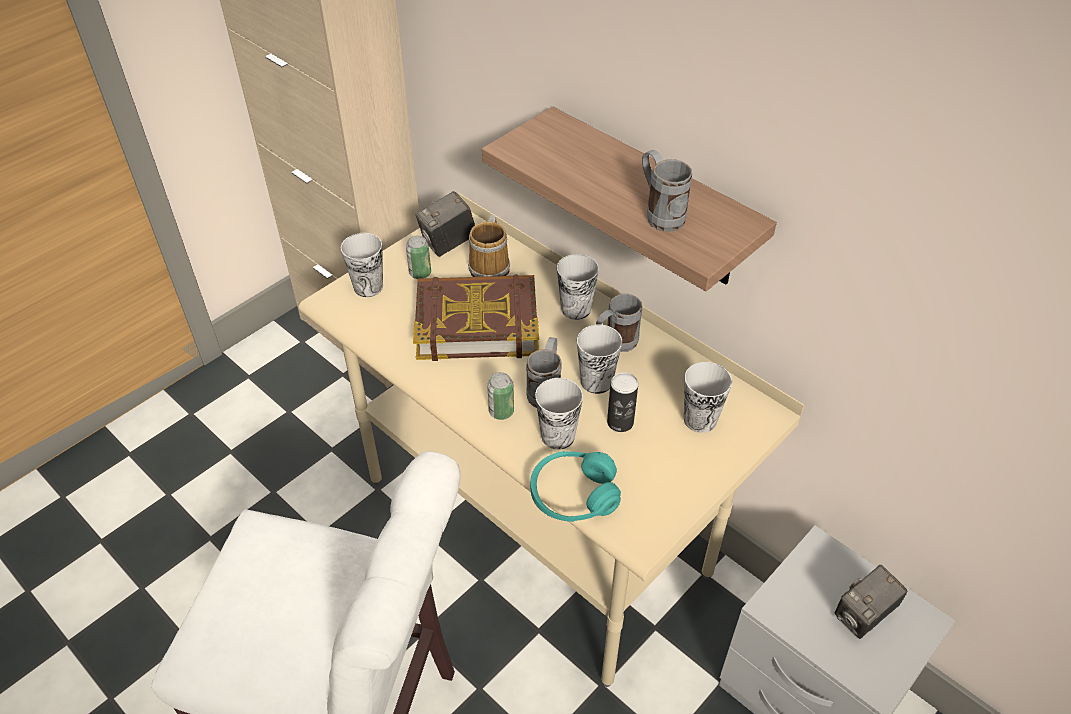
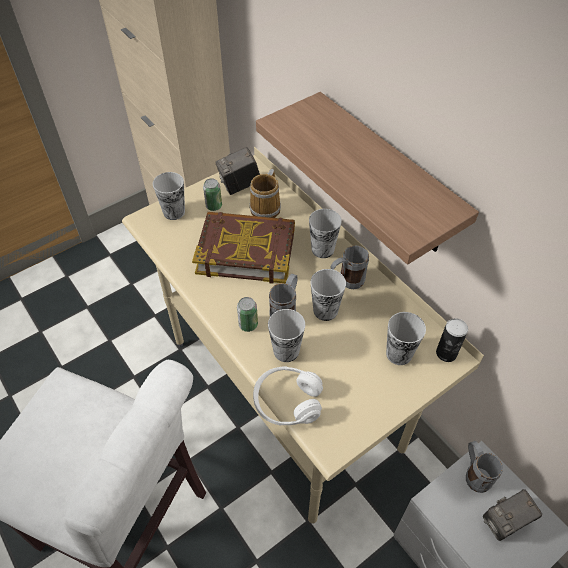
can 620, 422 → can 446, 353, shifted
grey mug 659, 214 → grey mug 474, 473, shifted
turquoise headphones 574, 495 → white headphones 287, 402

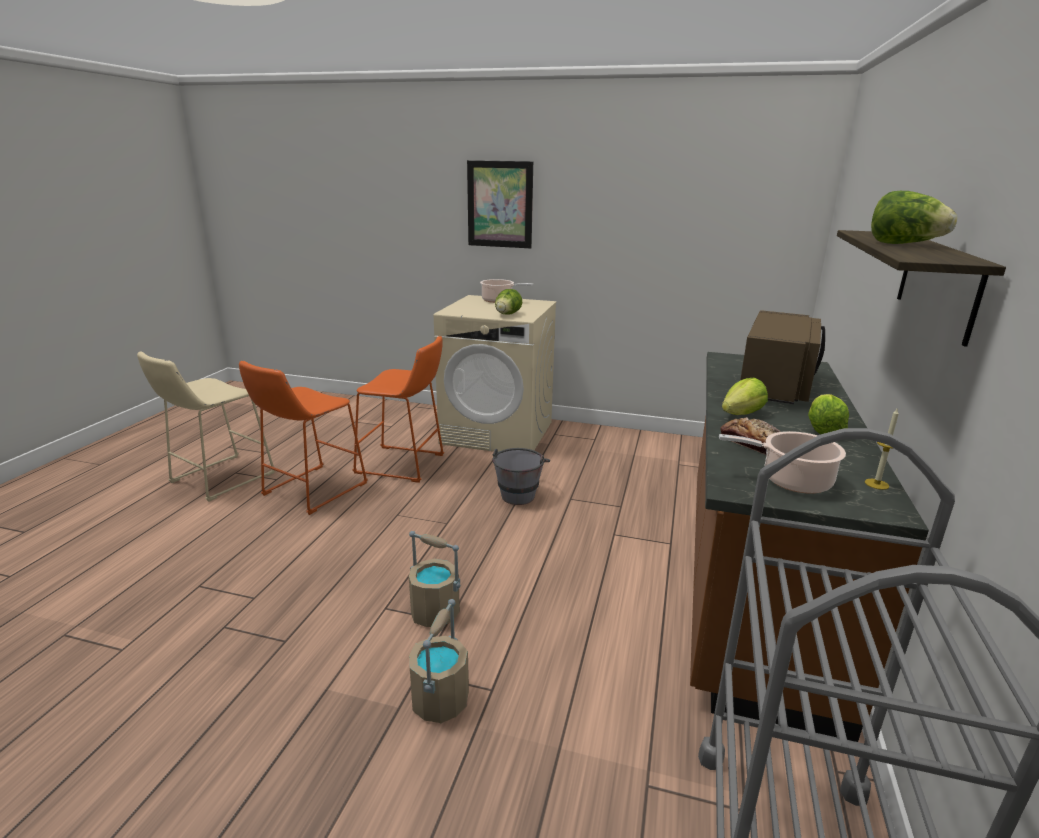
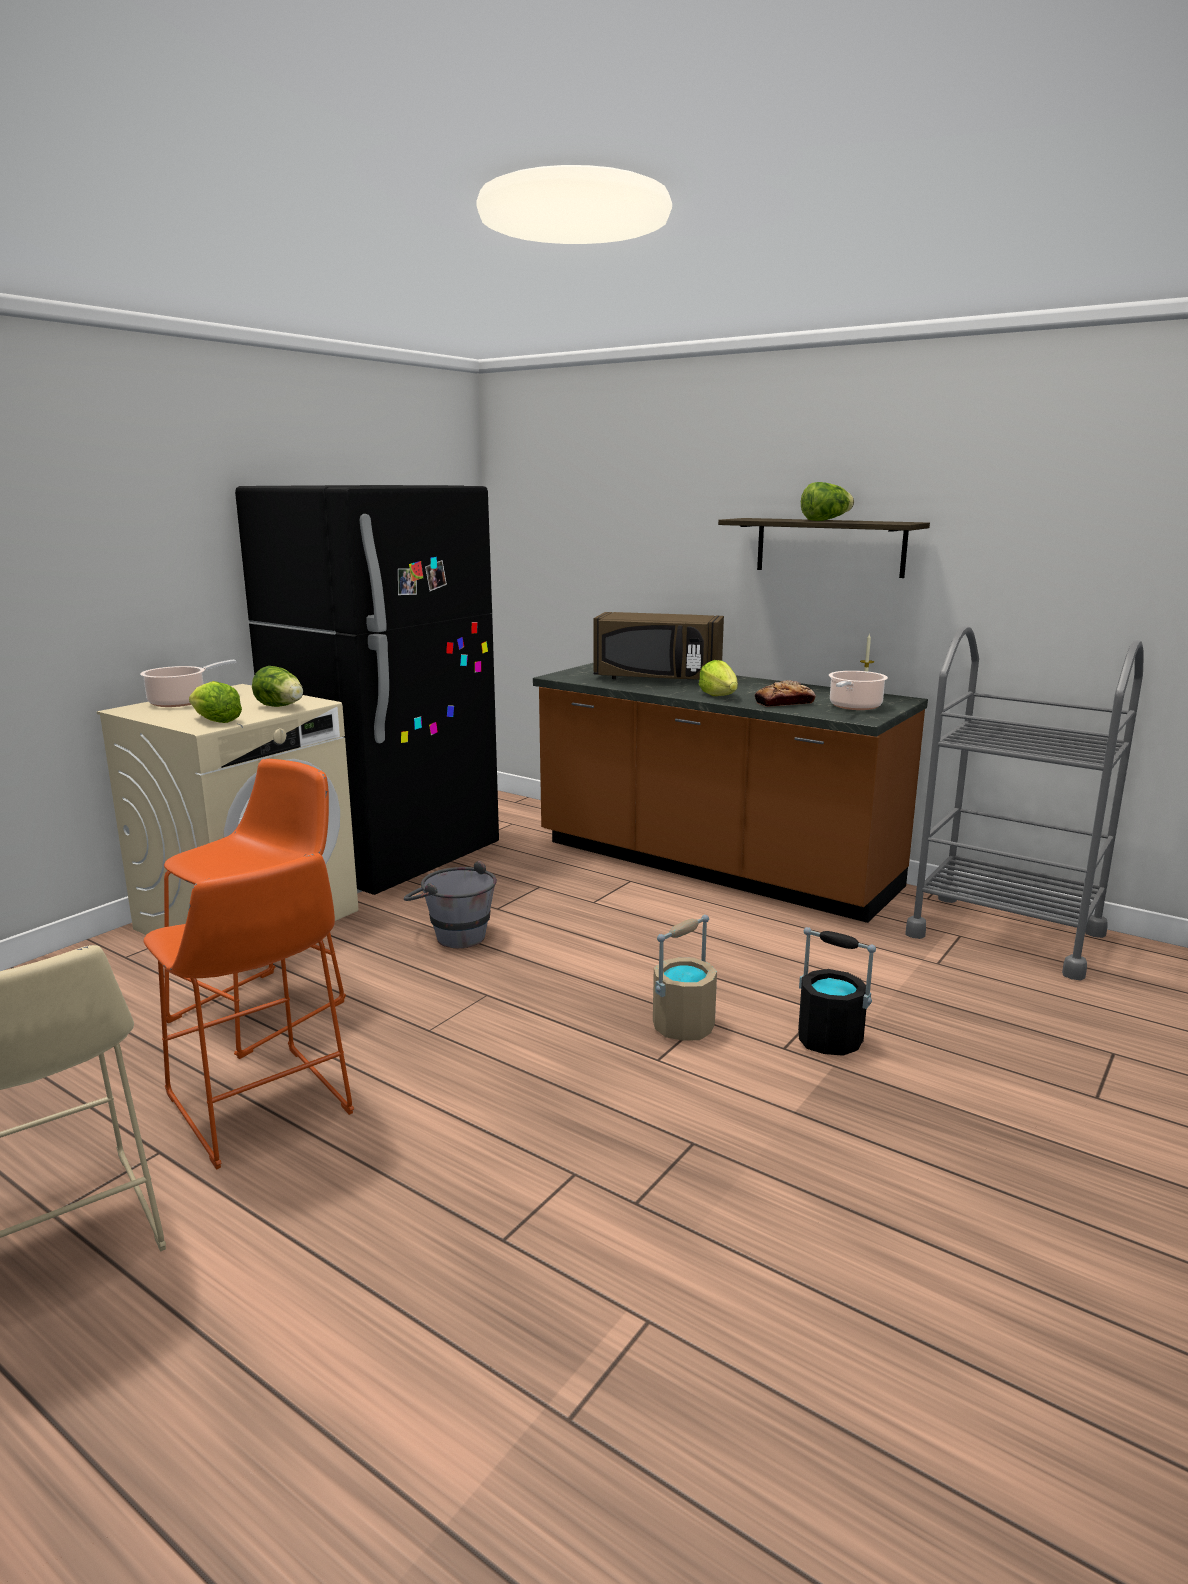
picture 500, 204 → -
- → black fridge 391, 859
lettuce 823, 430 → lettuce 215, 721, shifted
beige bucket 440, 701 → black bucket 830, 1040
brown microwave 776, 386 → brown microwave 657, 678, 150 degrees clockwise

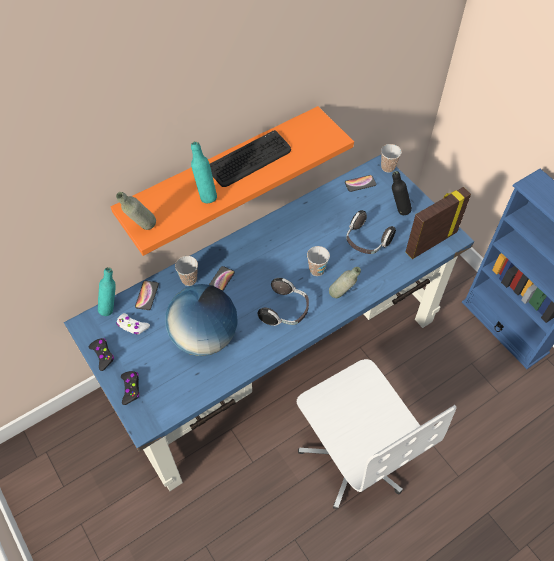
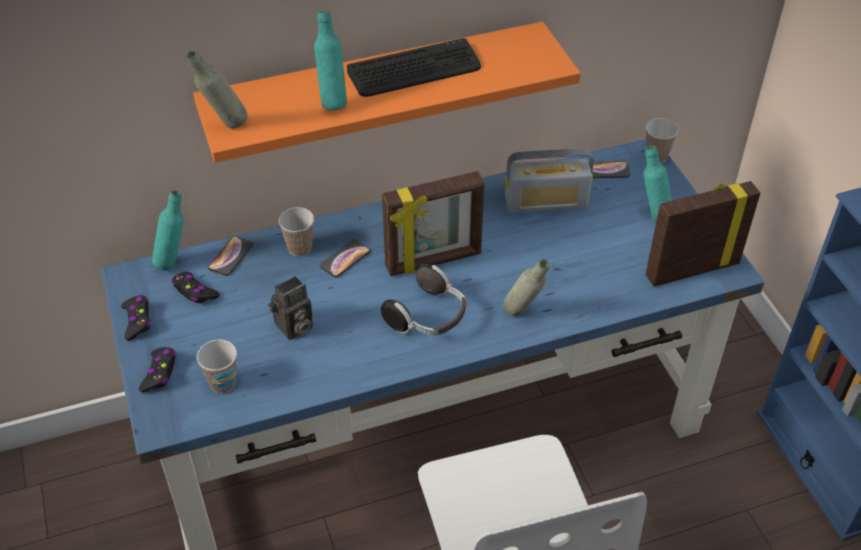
headphones 366, 241 → -
- → picture frame 433, 261
- → radio 546, 202
cup 317, 270 → cup 223, 383, shifted
globe 204, 337 → photo camera 293, 328
white game controller 132, 326 → black game controller 194, 292
black bottle 398, 210 → turquoise bottle 653, 216

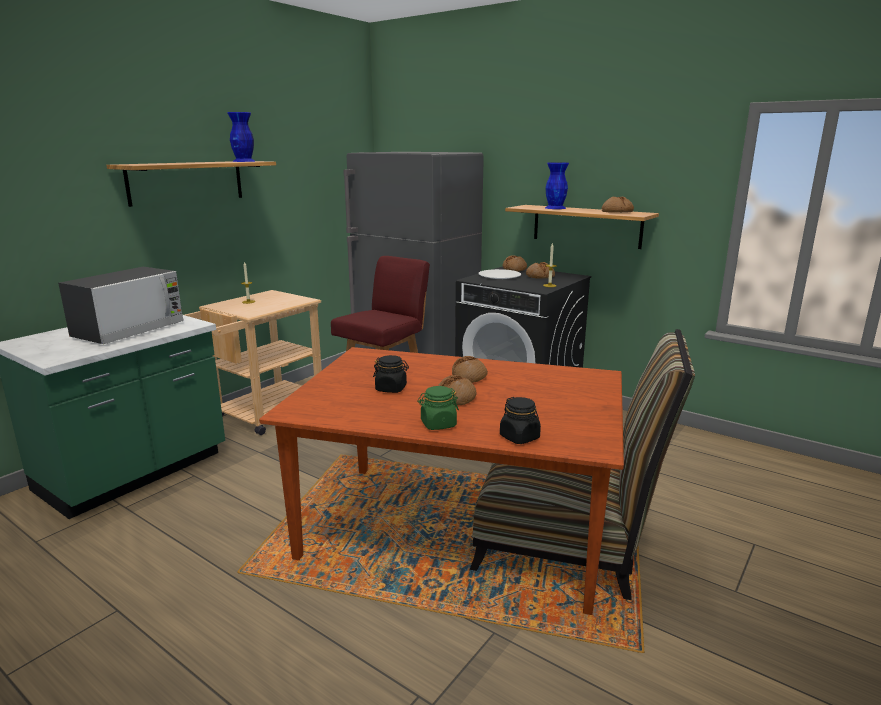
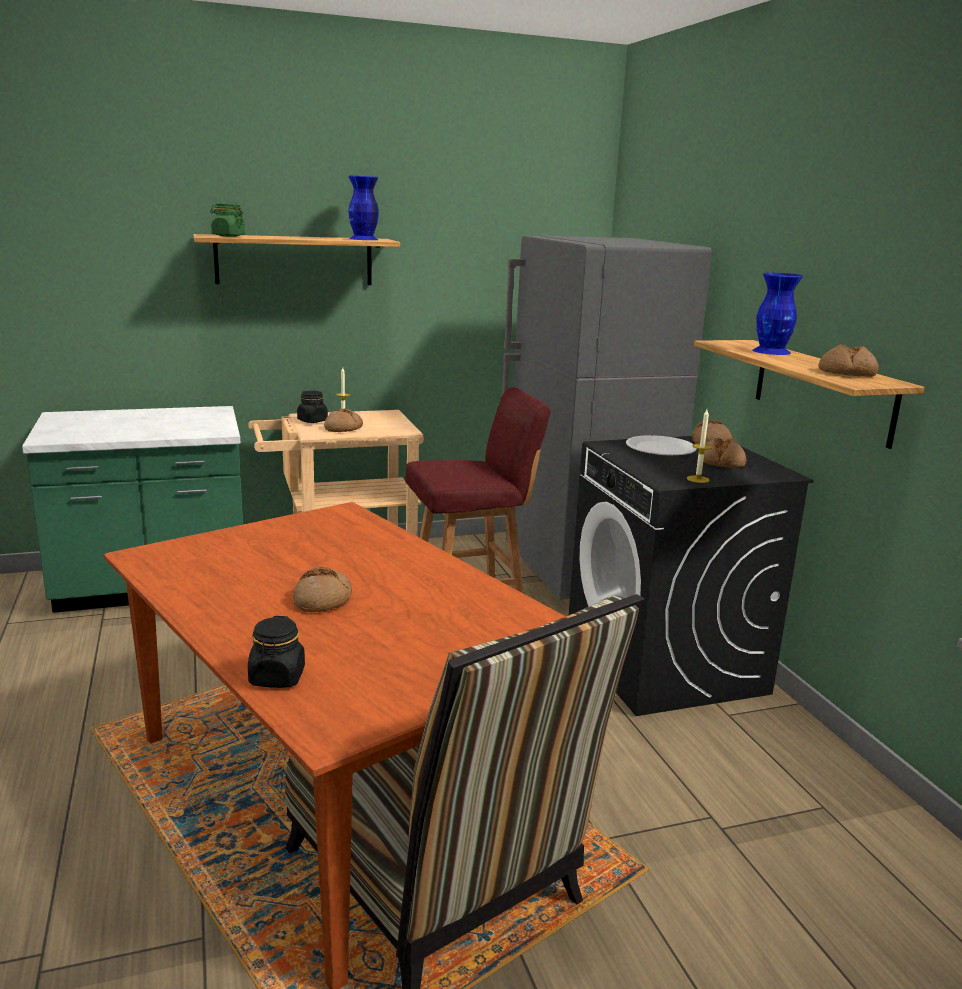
microwave 130, 330 → -
black jar 391, 388 → black jar 312, 421, shifted
green jar 438, 424 → green jar 228, 236, shifted
bread 469, 377 → bread 343, 429, shifted

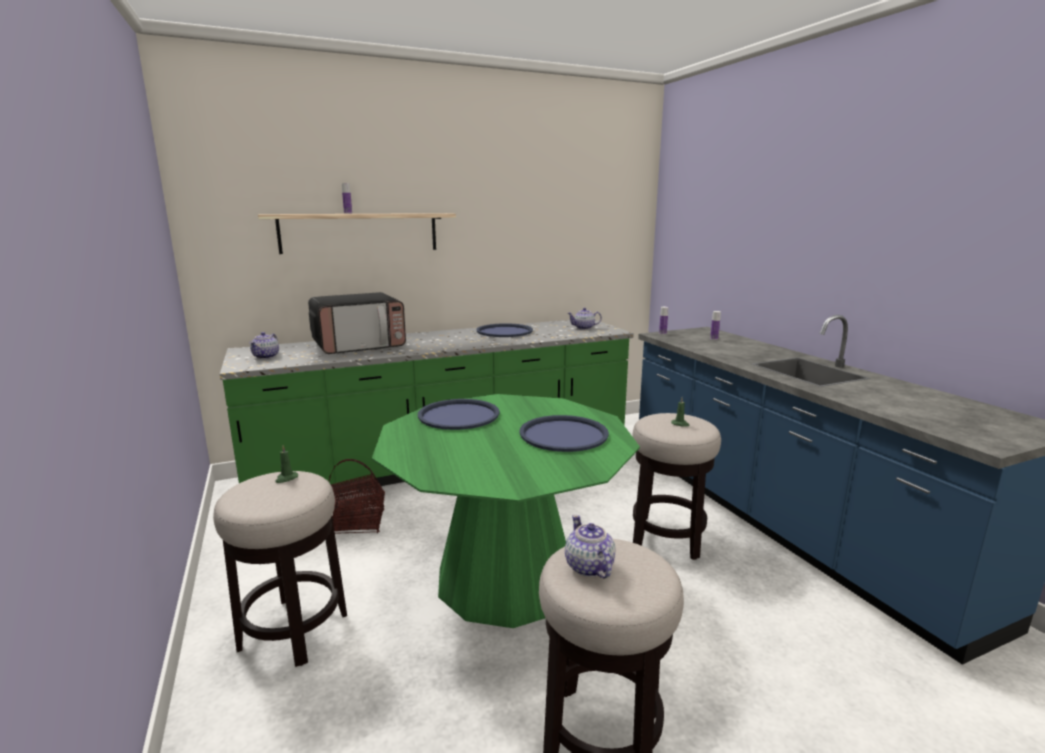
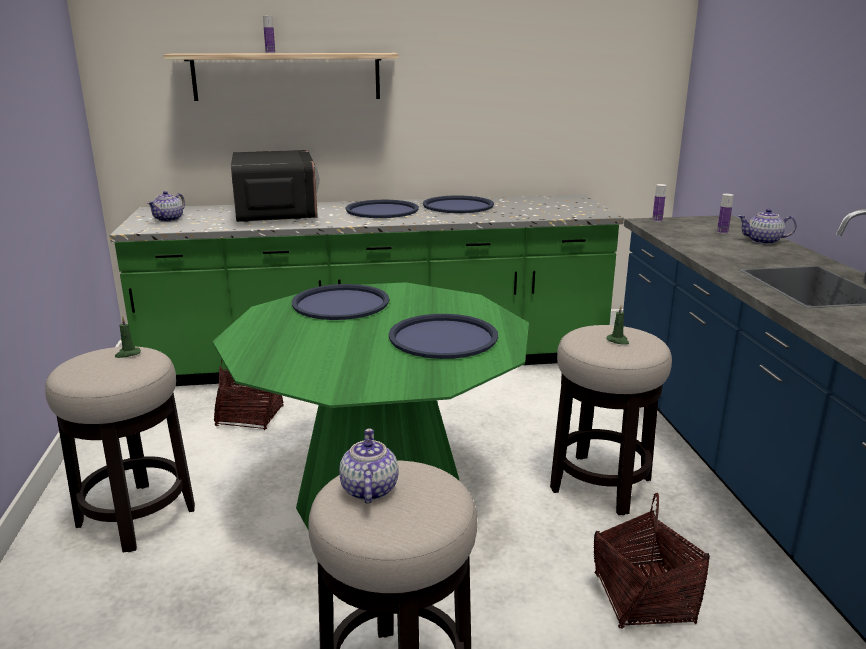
- → blue tray 382, 210
- → basket 643, 599
teapot 584, 328 → teapot 764, 241, shifted
microwave 359, 345 → microwave 276, 213, 90 degrees counterclockwise

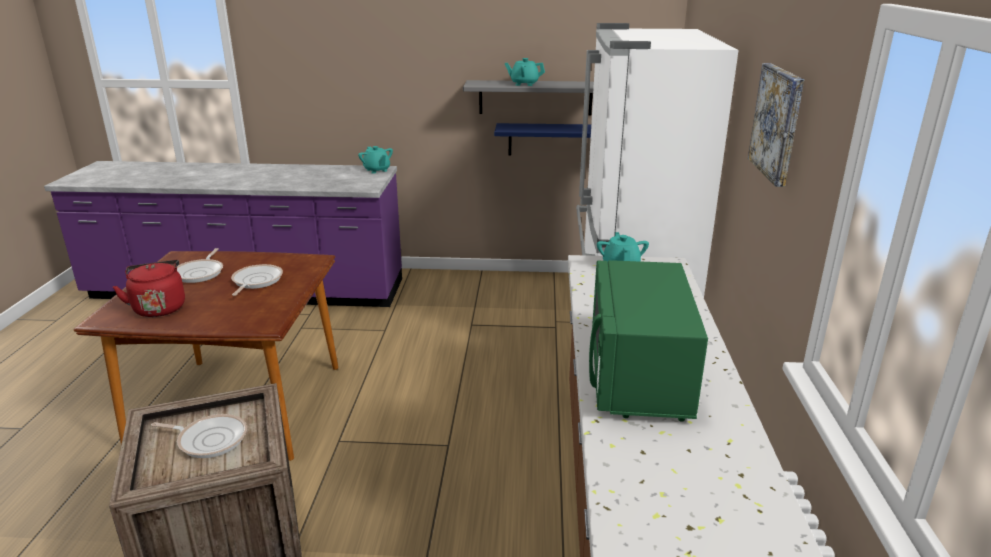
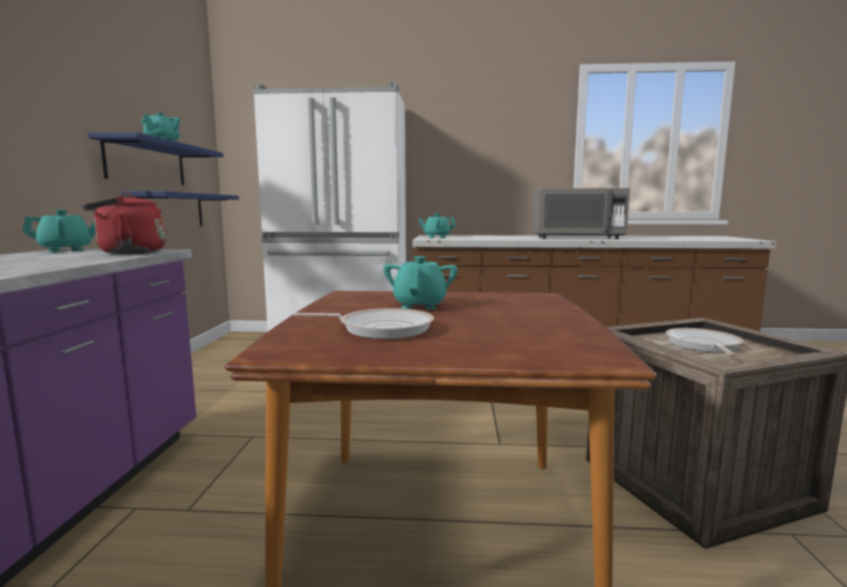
picture 778, 122 → -
red kettle 159, 307 → red kettle 127, 252, shifted
frying pan 256, 281 → turquoise teapot 420, 305
grey shelf 535, 97 → blue shelf 146, 163
green microwave 638, 376 → grey microwave 576, 238

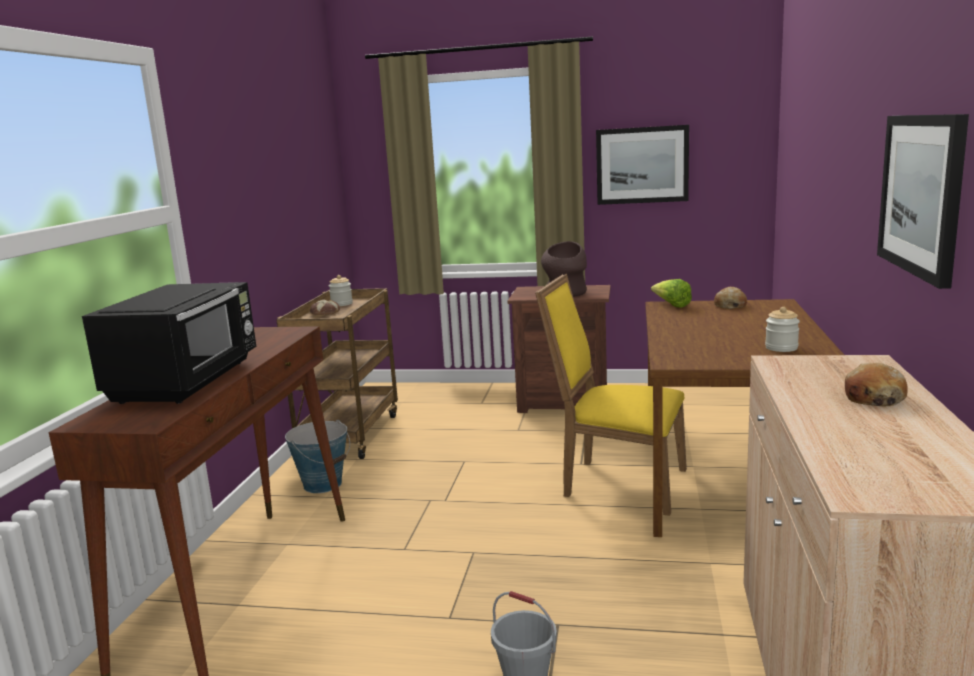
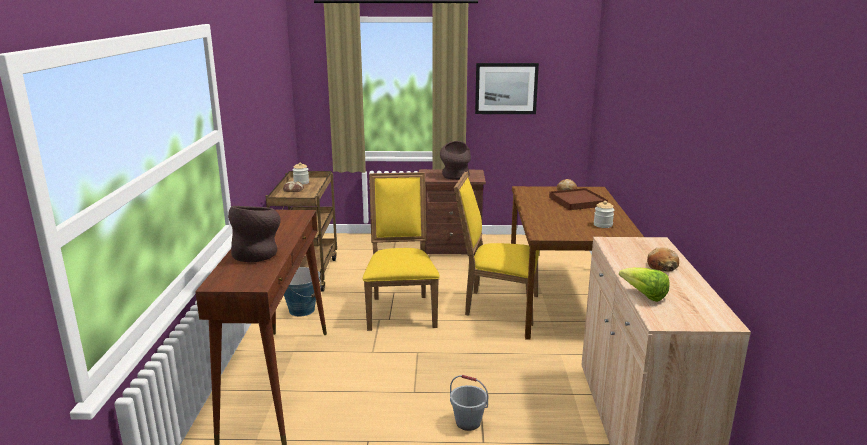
picture 922, 194 → -
- → yellow chair 401, 310
- → brown tray 577, 202
lettuce 671, 305 → lettuce 644, 295, shifted
black microwave 188, 381 → brown vase 257, 253

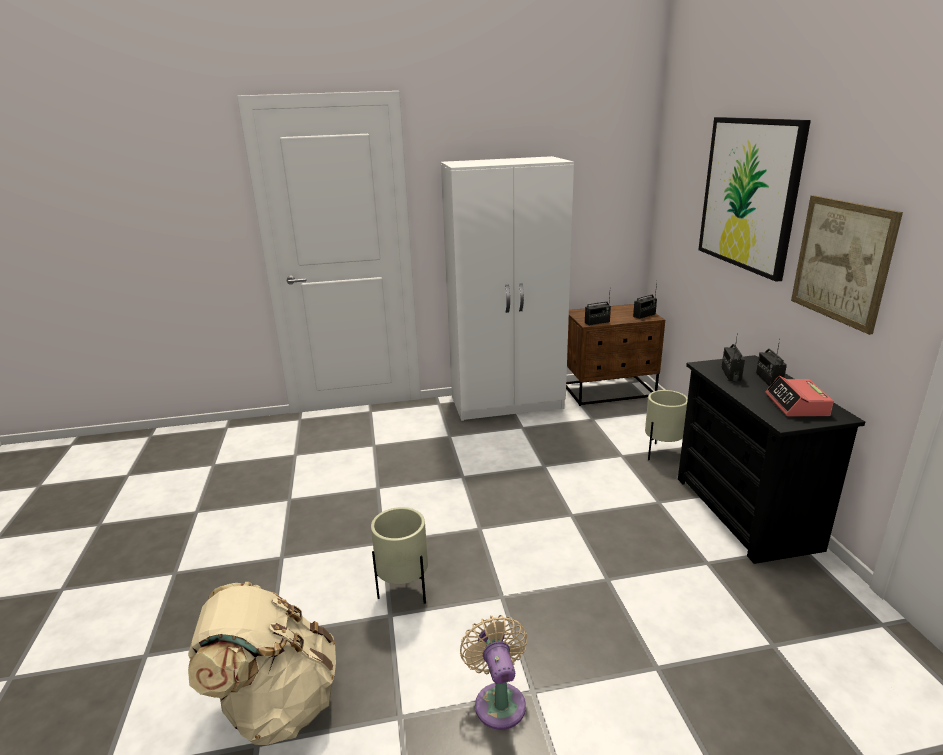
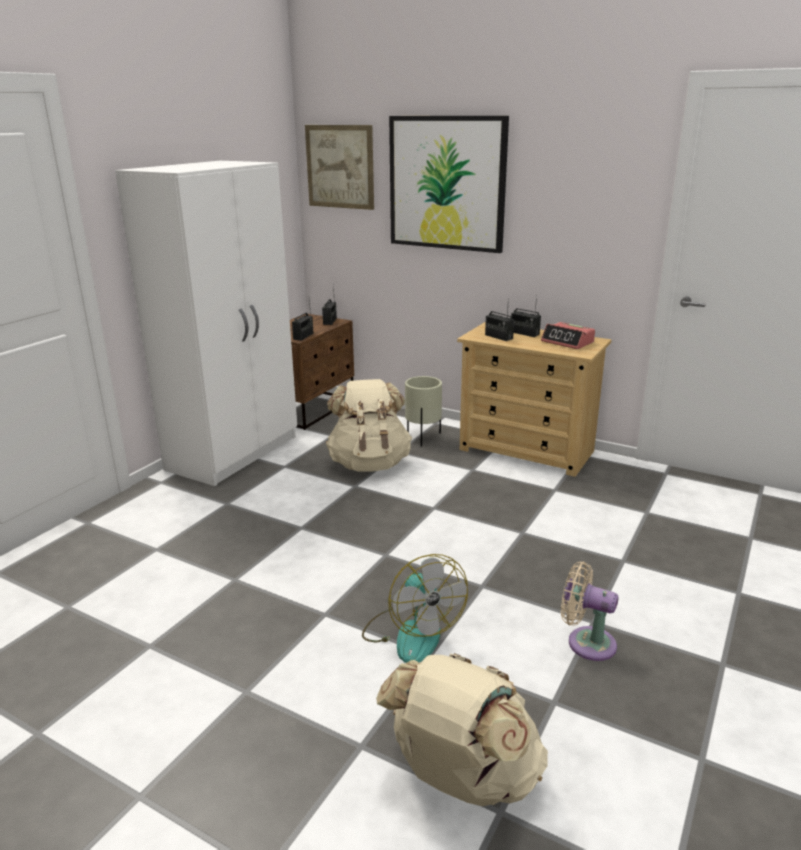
- → beige backpack 369, 464
picture 842, 261 → picture 340, 167, shifted
beige planter 404, 592 → fan 411, 632
black dresser 745, 512 → beige dresser 527, 450

